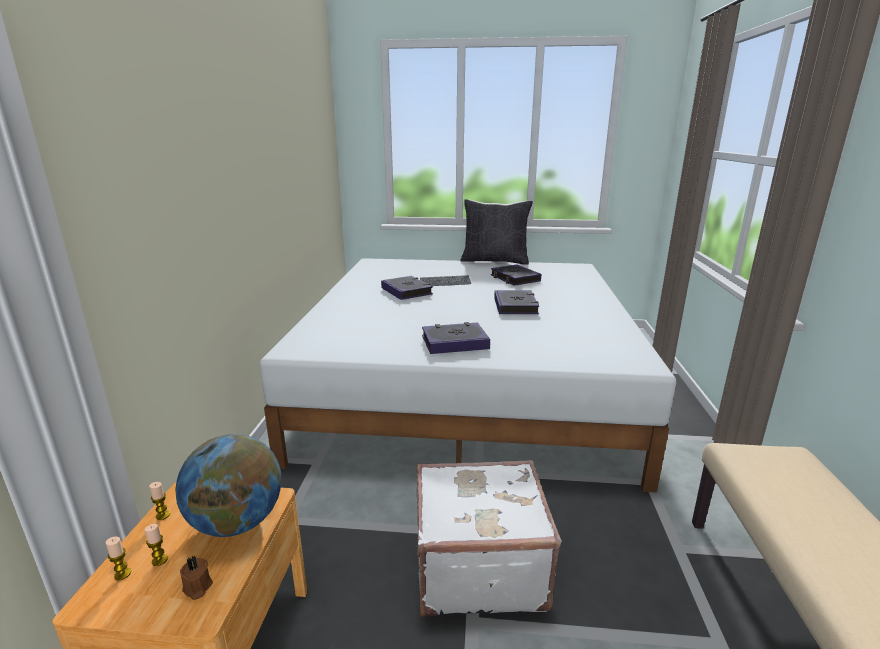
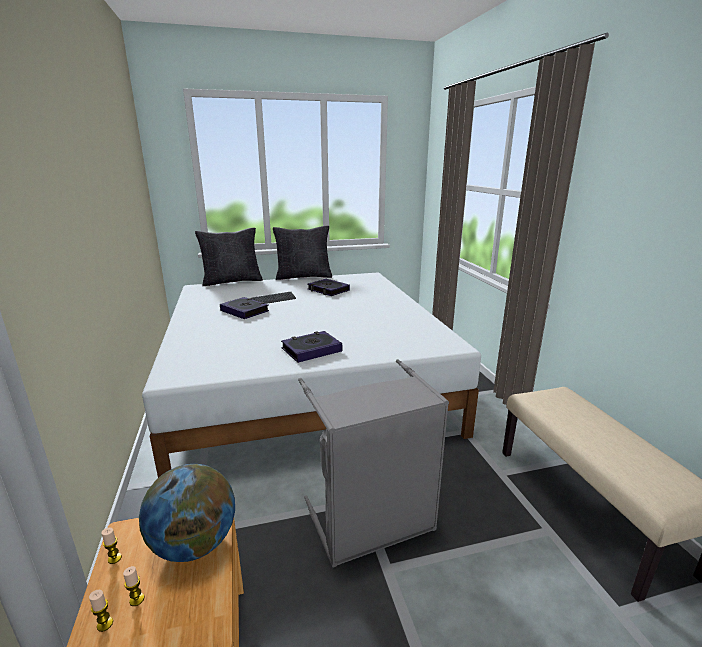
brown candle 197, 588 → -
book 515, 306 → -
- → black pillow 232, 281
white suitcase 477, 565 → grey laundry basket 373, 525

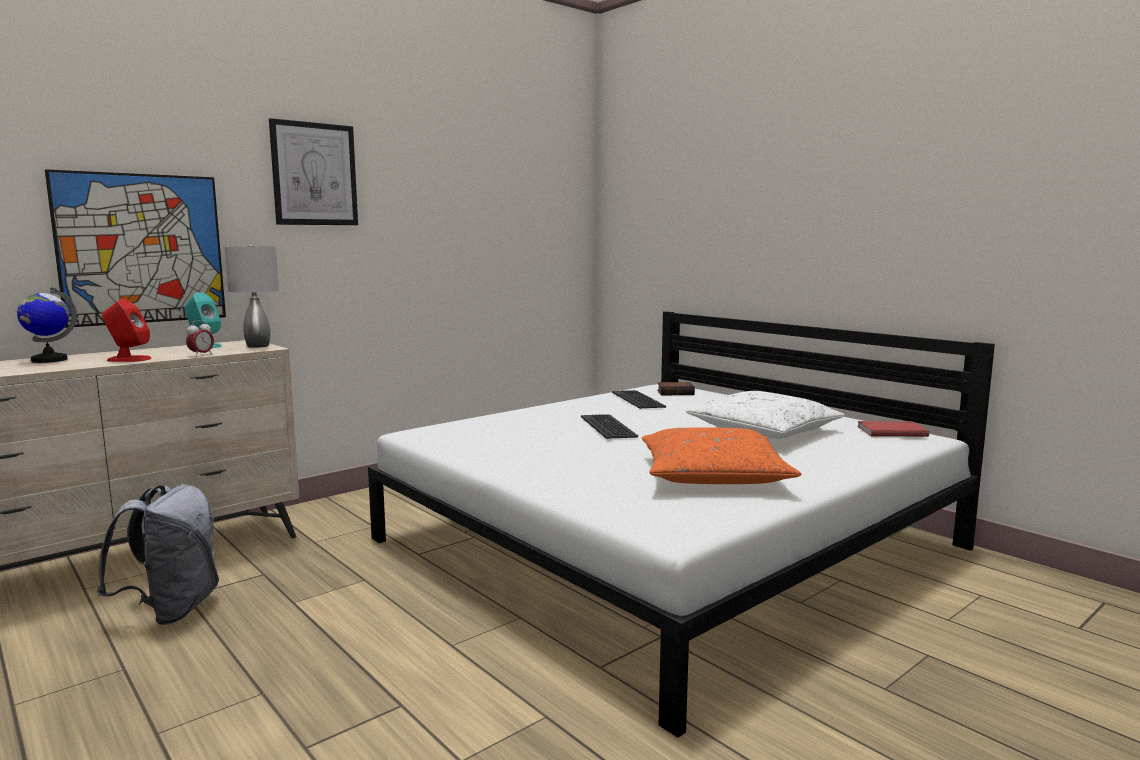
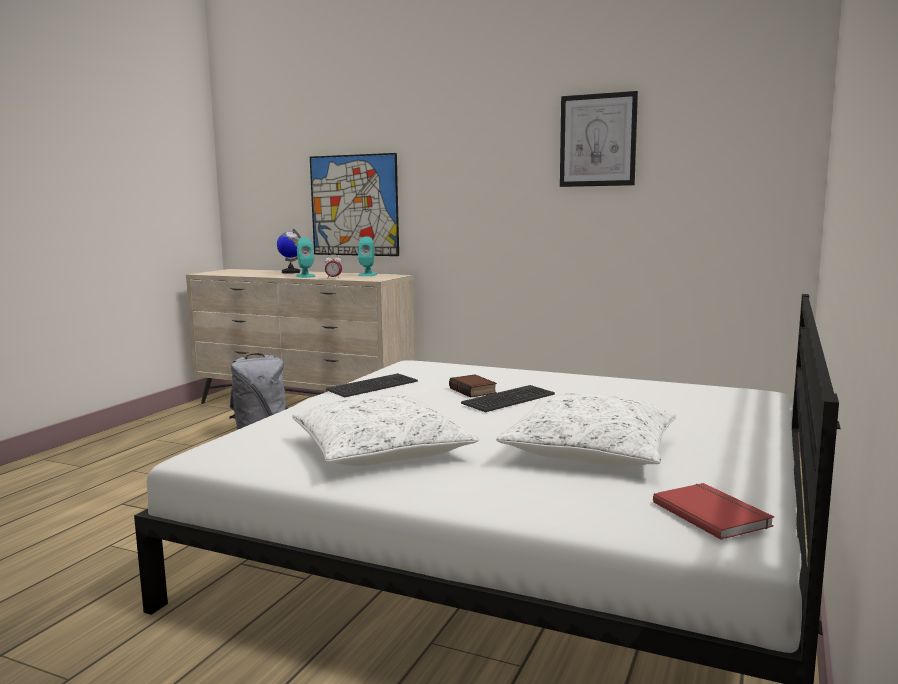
grey table lamp 258, 346 → -
picture 314, 174 → picture 598, 140, shifted
keyboard 638, 400 → keyboard 373, 386, shifted
book 675, 392 → book 474, 390, shifted
red speaker 128, 359 → turquoise speaker 305, 276
orange pillow 713, 475 → white pillow 380, 450

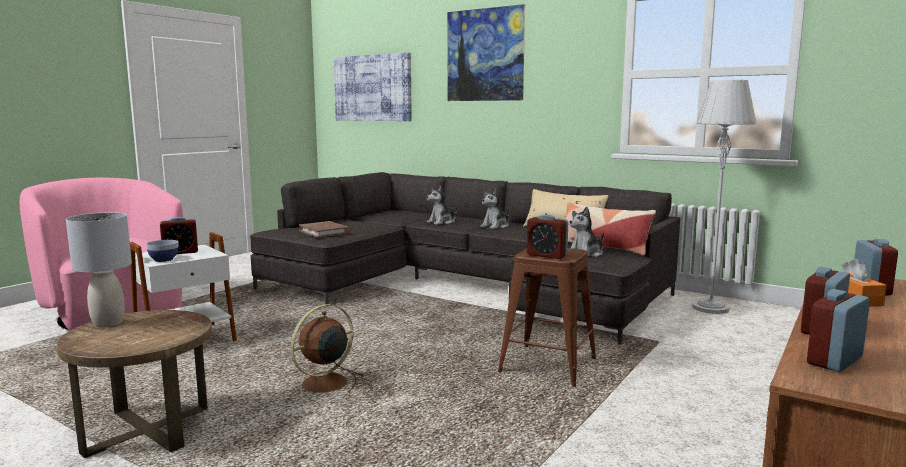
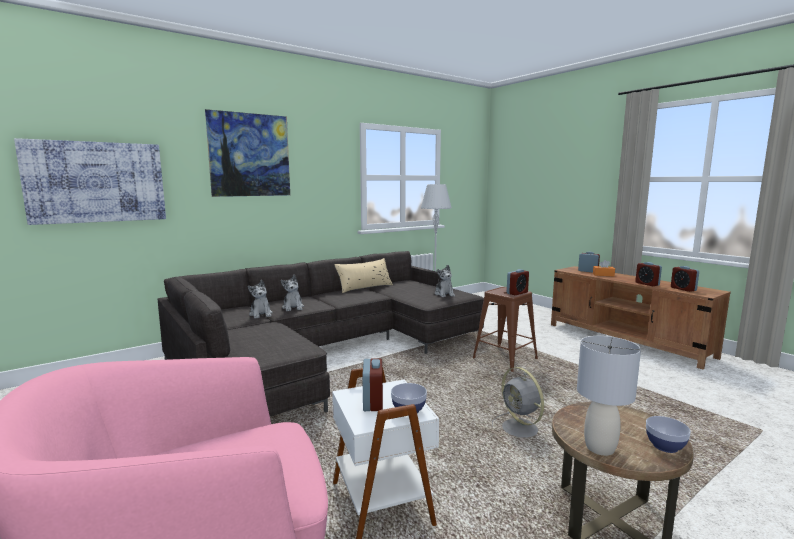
brown book 324, 232 → -
pillow 603, 247 → -
- → bowl 665, 446
plush toy 495, 226 → plush toy 261, 314, shifted
brown fan 323, 384 → grey fan 521, 429

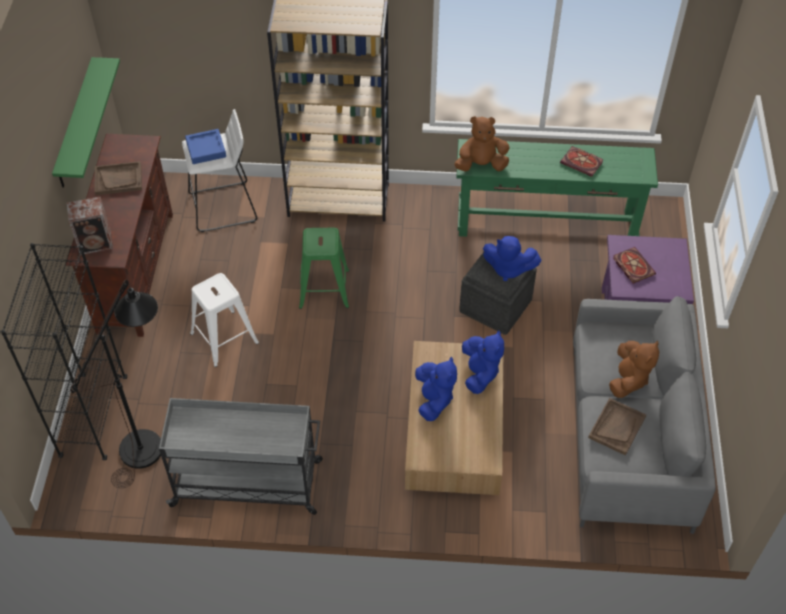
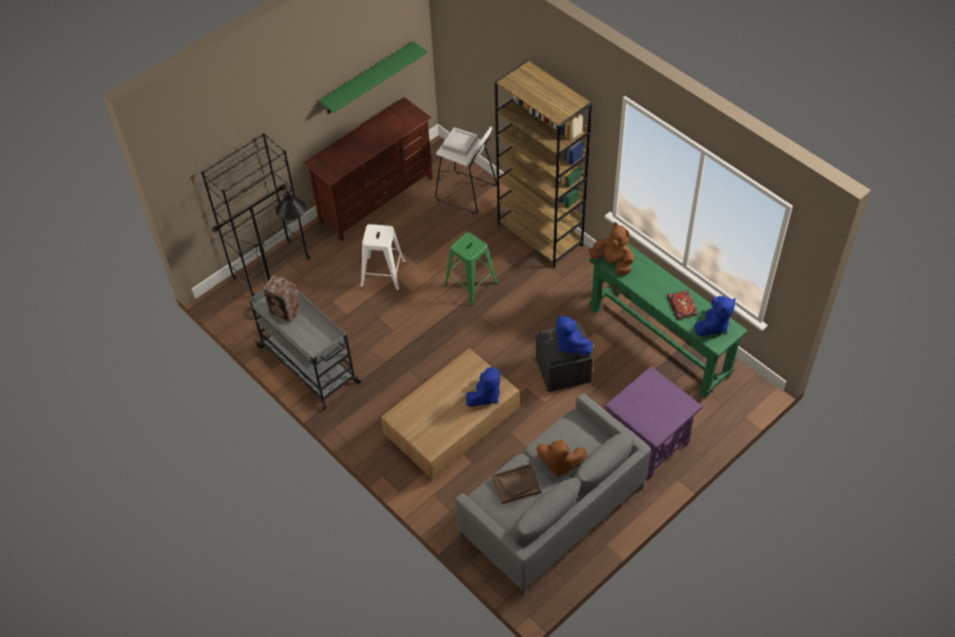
brown tray 118, 179 → -
book 632, 266 → -
speaker 96, 242 → speaker 285, 312, shifted
blue plush toy 434, 399 → blue plush toy 713, 325, shifted
blue tray 206, 149 → grey tray 460, 144
brown plush toy 628, 379 → brown plush toy 560, 464, 45 degrees clockwise

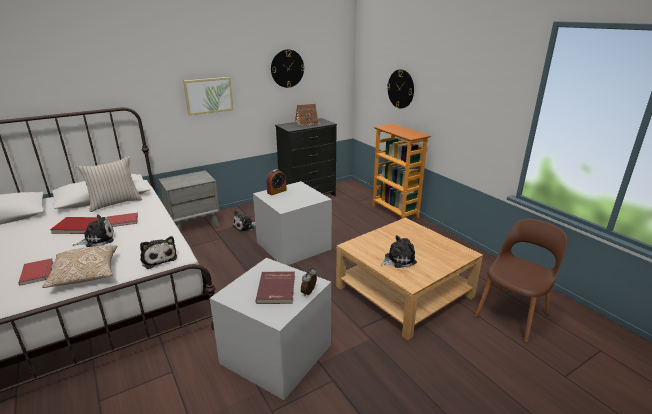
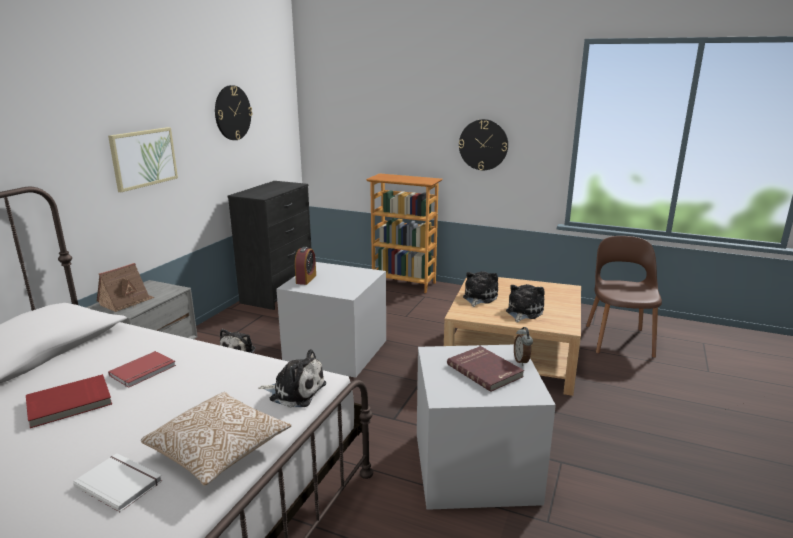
beige pillow 115, 203 → -
plush toy 97, 239 → plush toy 479, 297, shifted
toy house 308, 123 → toy house 126, 302, shifted
wall clock 401, 89 → wall clock 483, 145, shifted
red book 38, 272 → white book 120, 482

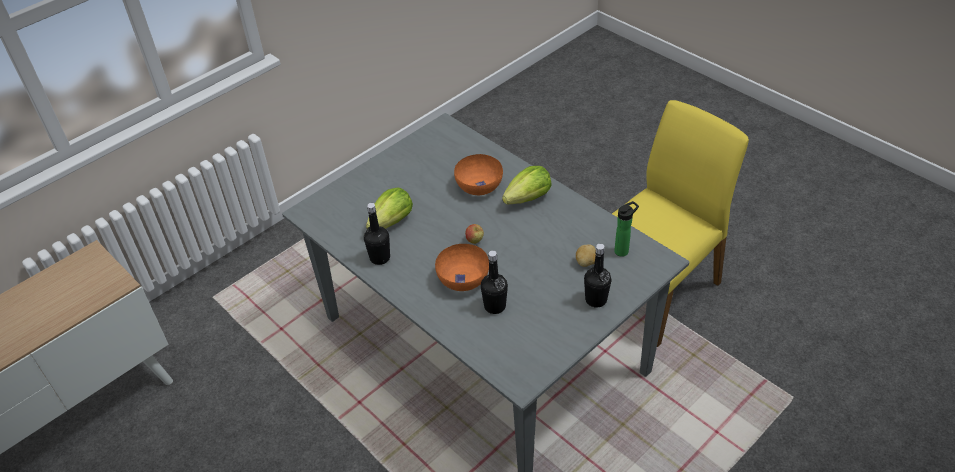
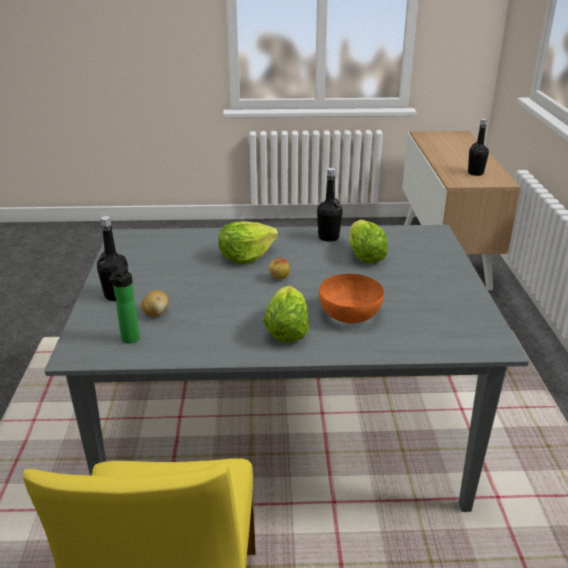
black bottle 495, 306 → black bottle 475, 173, shifted
orange bowl 463, 279 → lettuce 246, 256

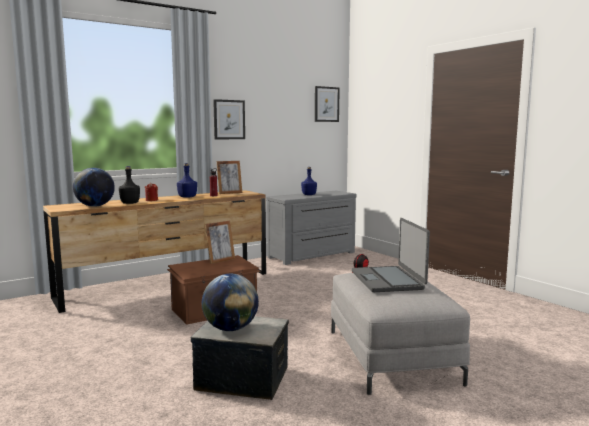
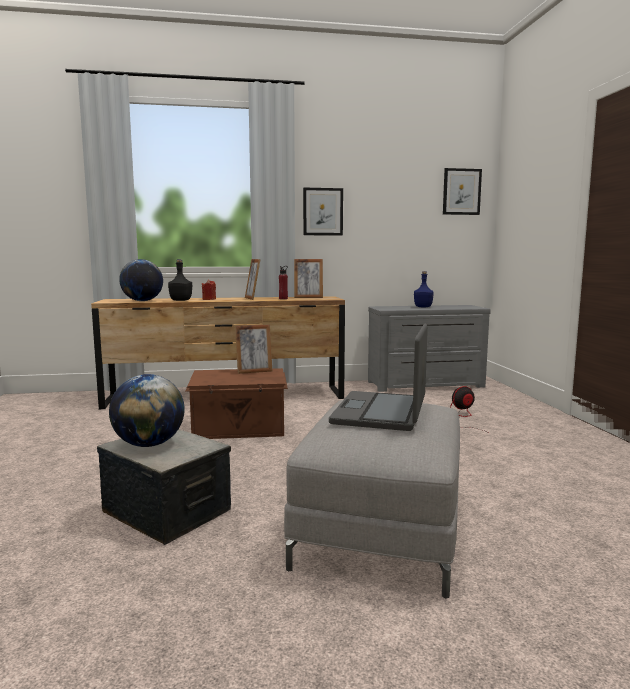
blue bottle 187, 197 → picture frame 252, 298

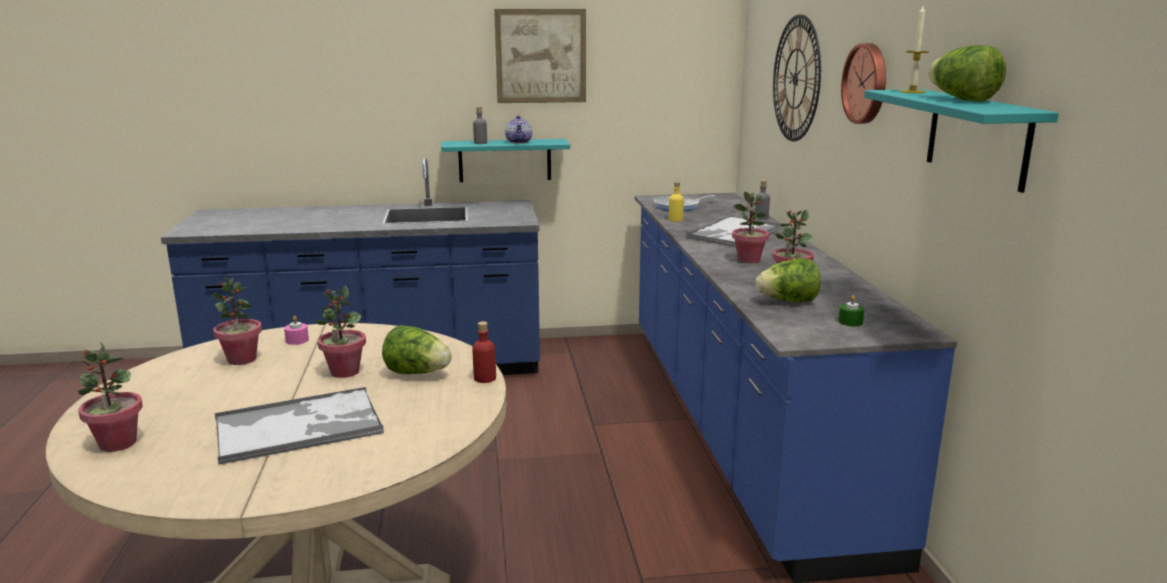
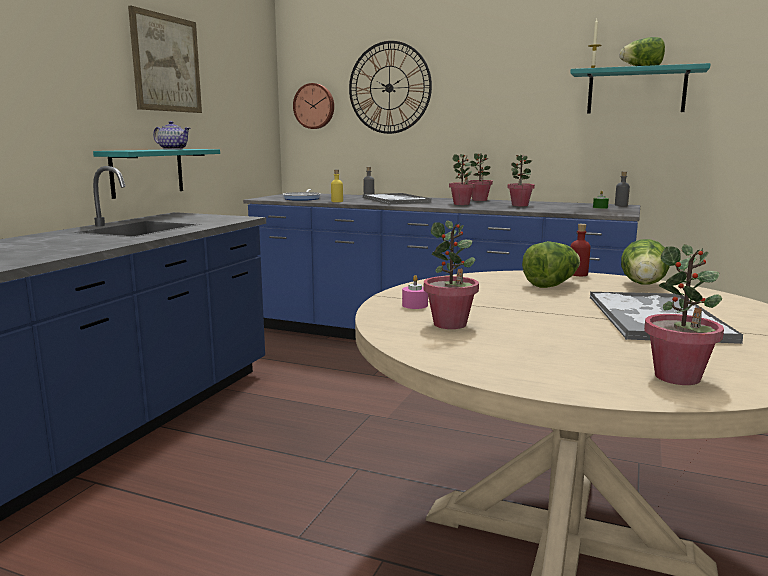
potted plant 344, 372 → potted plant 479, 200, shifted
grey bottle 480, 143 → grey bottle 621, 205, shifted
lettuce 788, 301 → lettuce 643, 285, shifted
wall clock 867, 83 → wall clock 314, 106, shifted

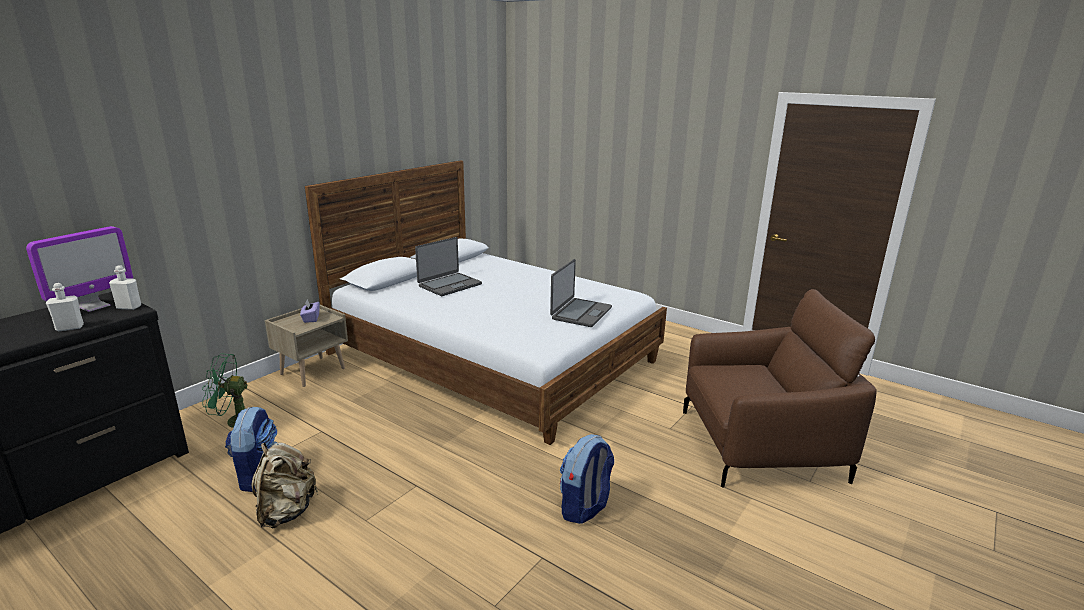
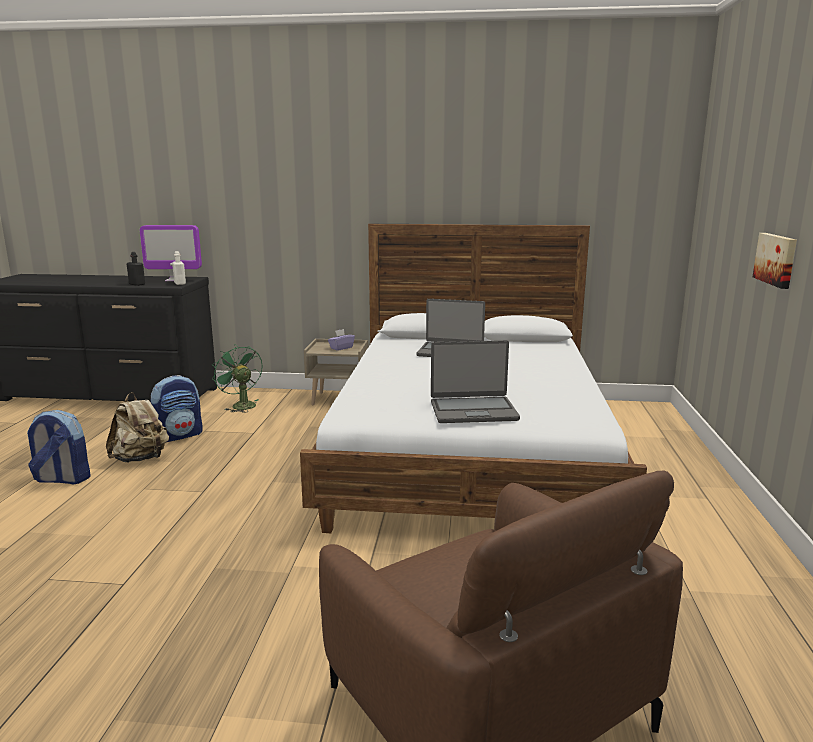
- → picture 776, 259
backpack 585, 508 → backpack 62, 479, shifted
white bottle 70, 328 → black bottle 137, 284

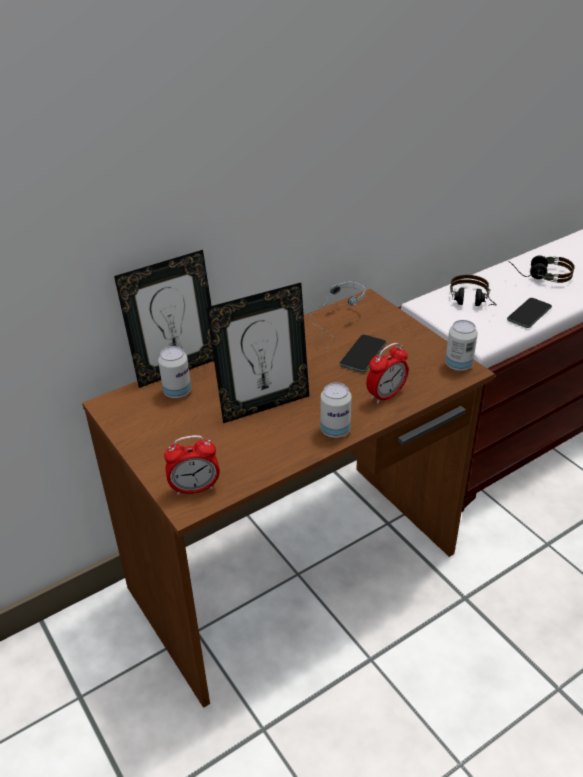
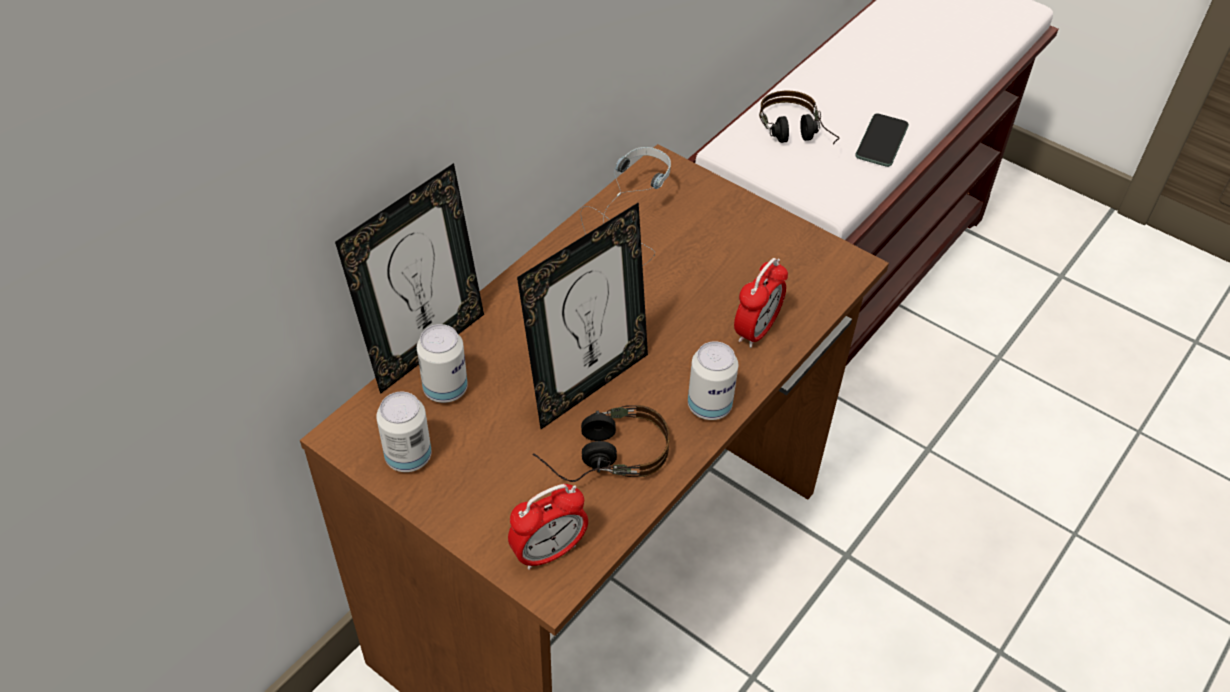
phone 363, 354 → -
can 458, 365 → can 408, 457, shifted
headphones 538, 275 → headphones 601, 456, shifted

